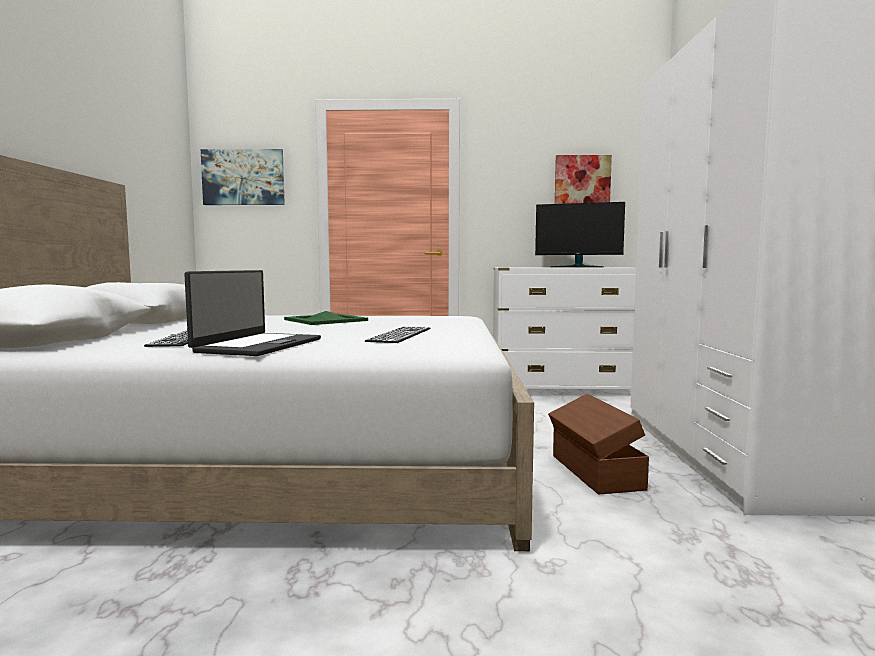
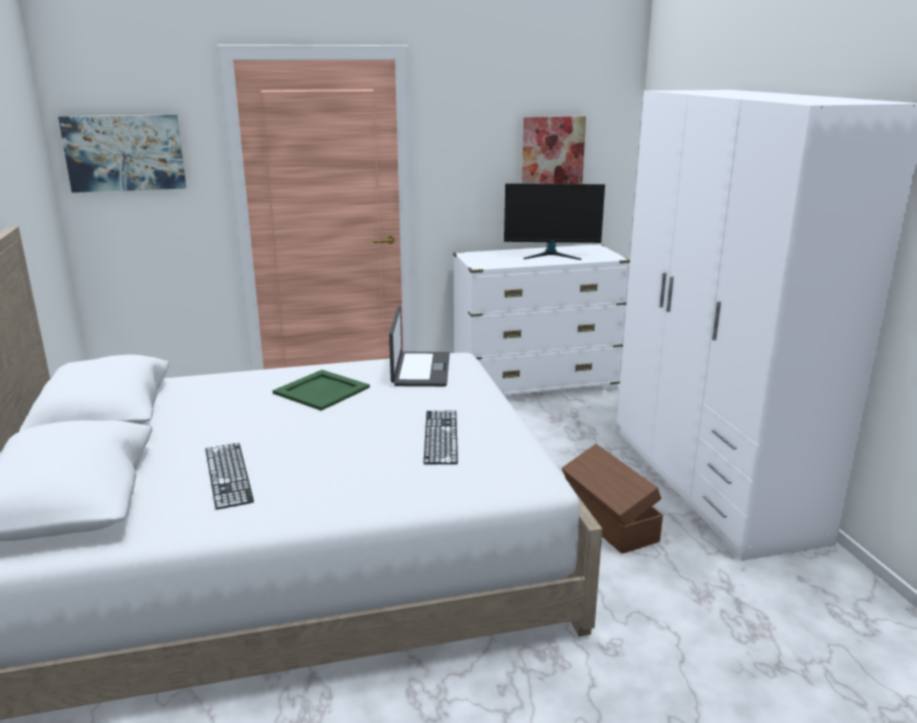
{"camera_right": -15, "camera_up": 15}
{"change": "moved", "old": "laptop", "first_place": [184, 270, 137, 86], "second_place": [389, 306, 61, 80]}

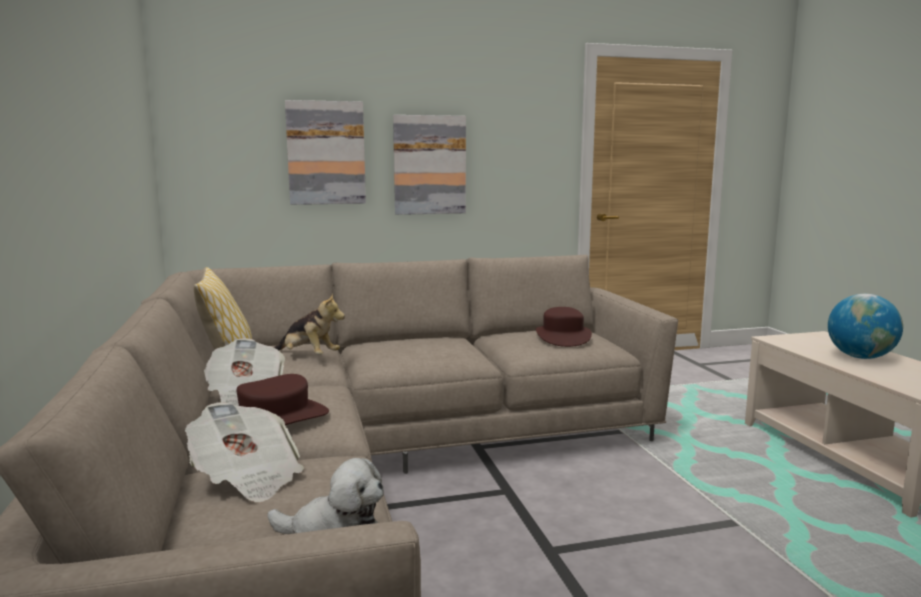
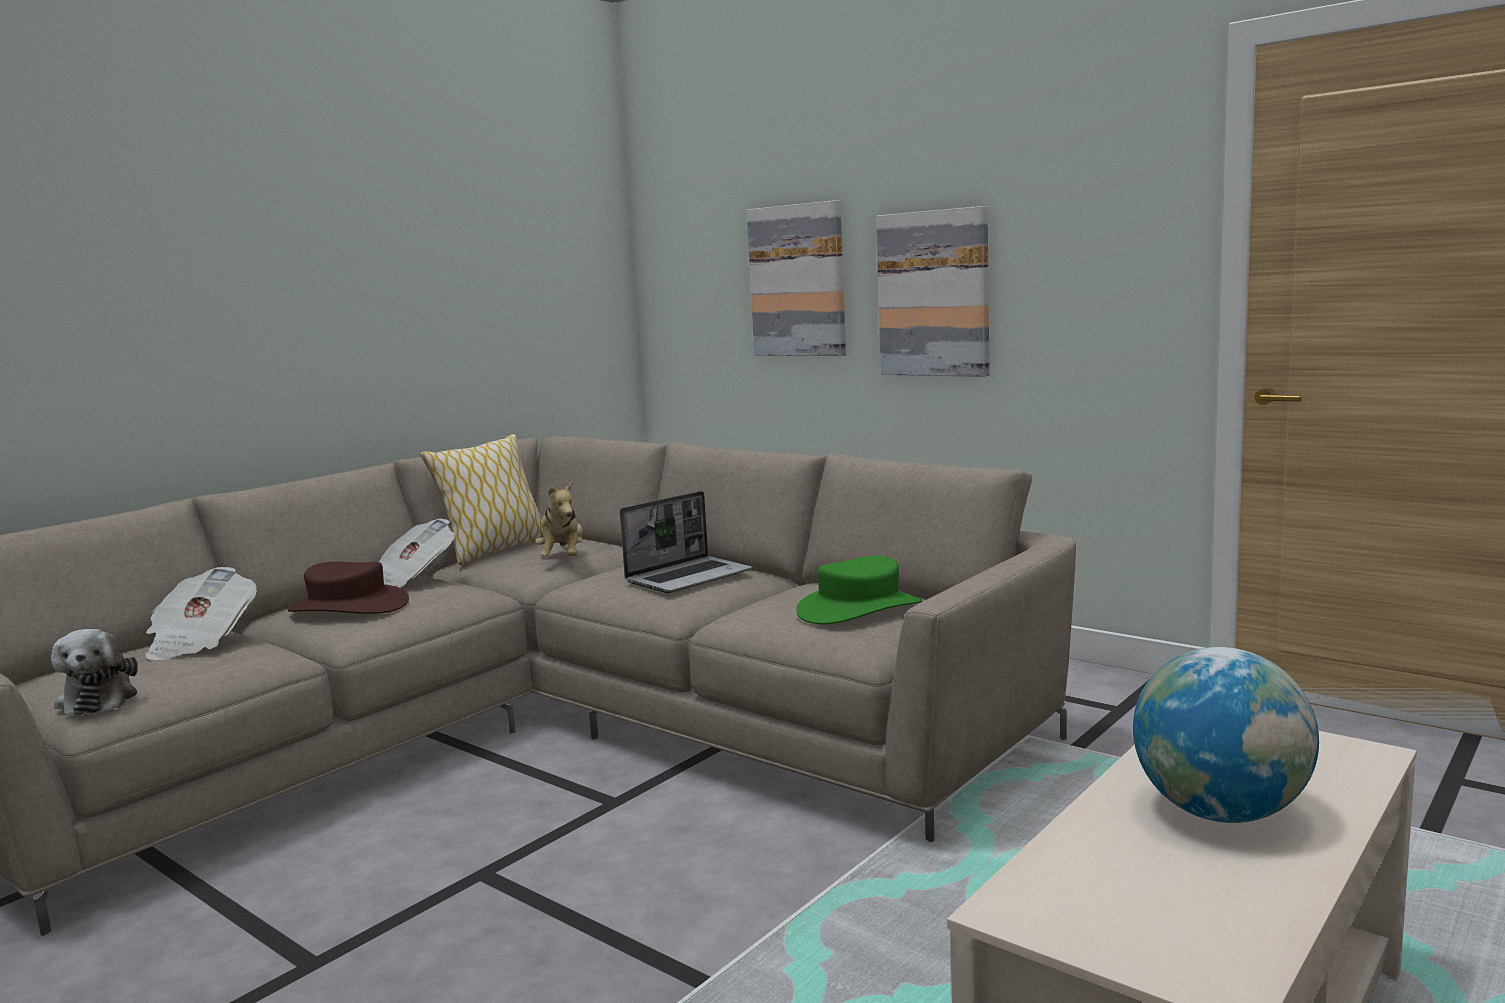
{"camera_right": 55, "camera_up": 0}
{"change": "recoloured", "old": "brown hat", "new": "green hat", "first_place": [536, 307, 56, 40], "second_place": [796, 556, 126, 68]}
{"change": "added", "new": "laptop", "second_place": [620, 491, 132, 102]}

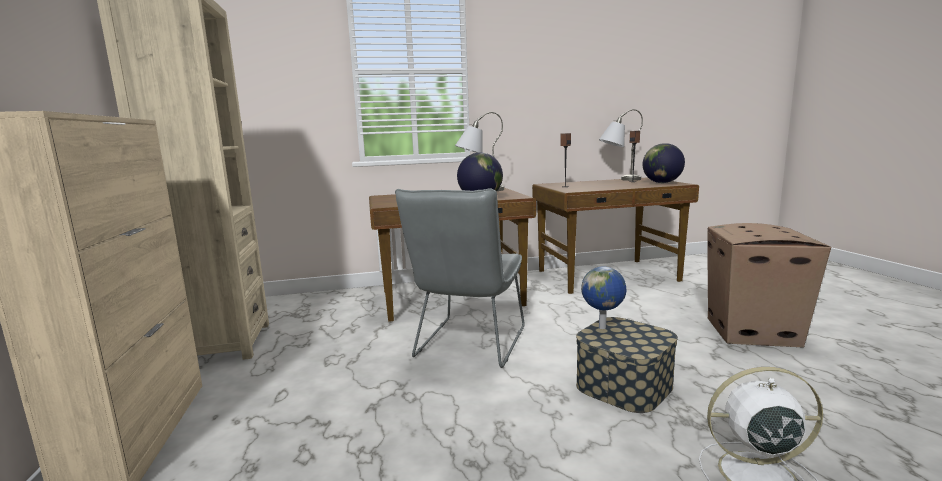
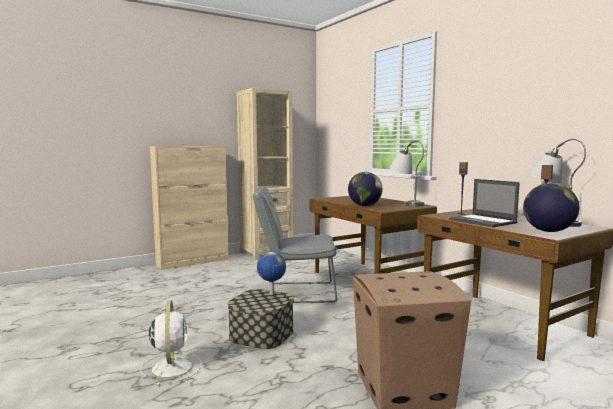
{"camera_right": 70, "camera_up": -5}
{"change": "added", "new": "laptop", "second_place": [449, 179, 71, 48]}

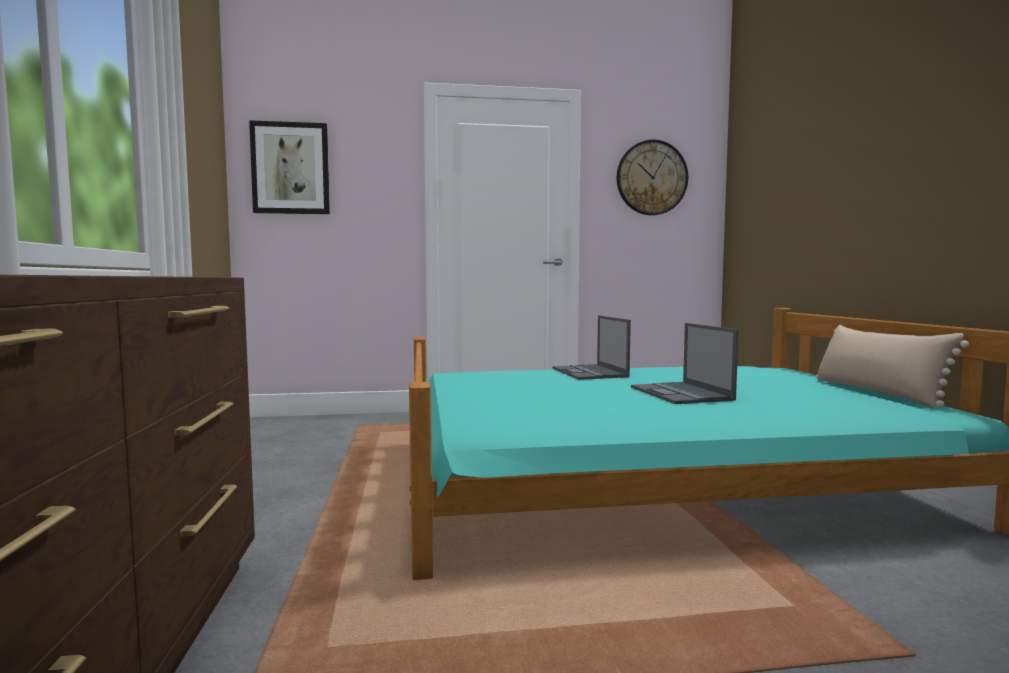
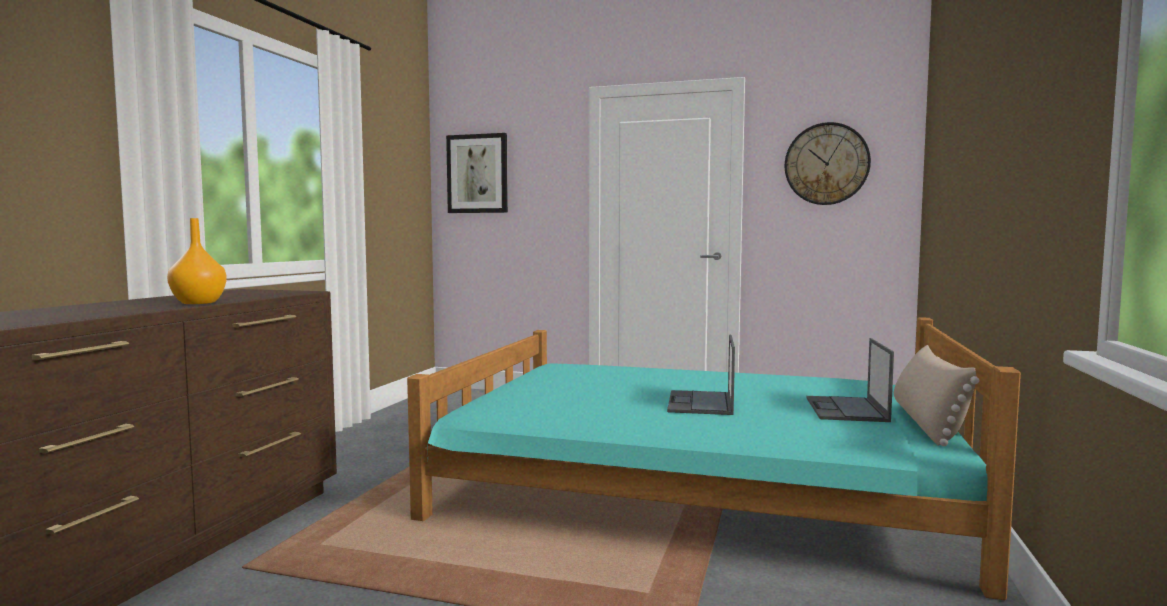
{"camera_right": 25, "camera_up": 0}
{"change": "moved", "old": "laptop", "first_place": [553, 315, 78, 65], "second_place": [806, 338, 88, 84]}
{"change": "added", "new": "orange vase", "second_place": [167, 218, 60, 86]}

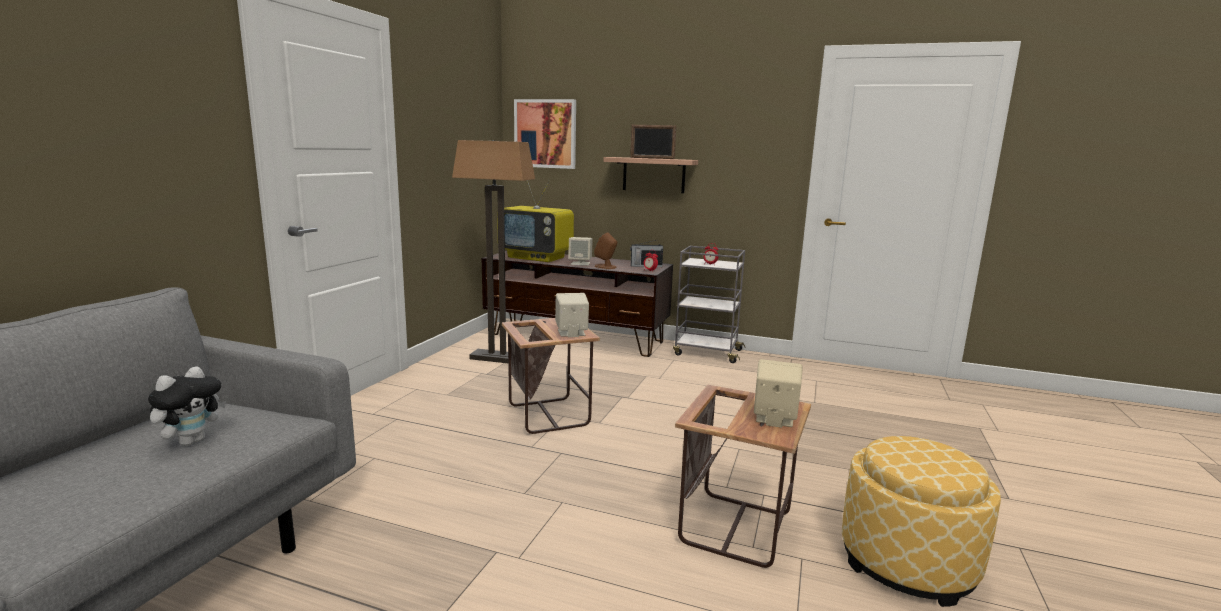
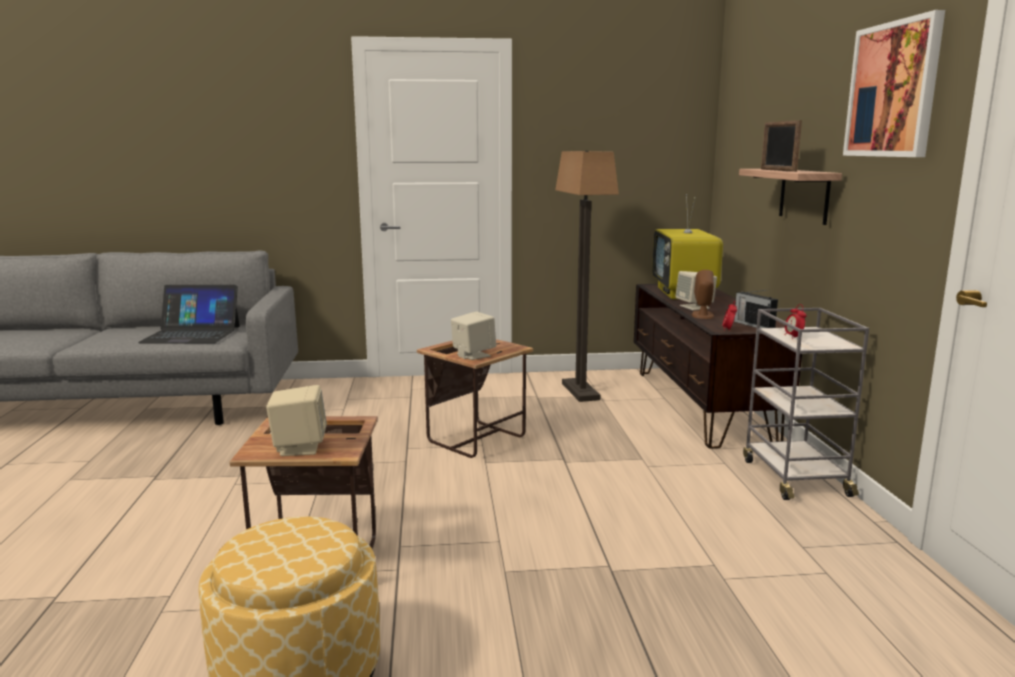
{"camera_right": 65, "camera_up": 0}
{"change": "replaced", "old": "plush toy", "new": "laptop", "first_place": [148, 366, 78, 80], "second_place": [138, 285, 102, 59]}
{"change": "moved", "old": "picture", "first_place": [514, 99, 62, 70], "second_place": [843, 10, 102, 147]}

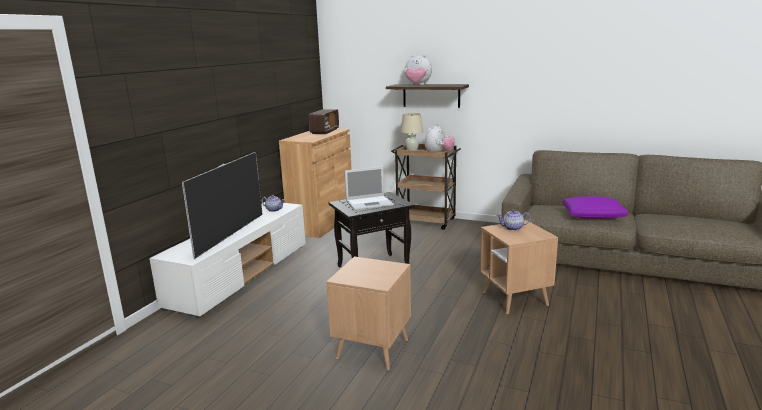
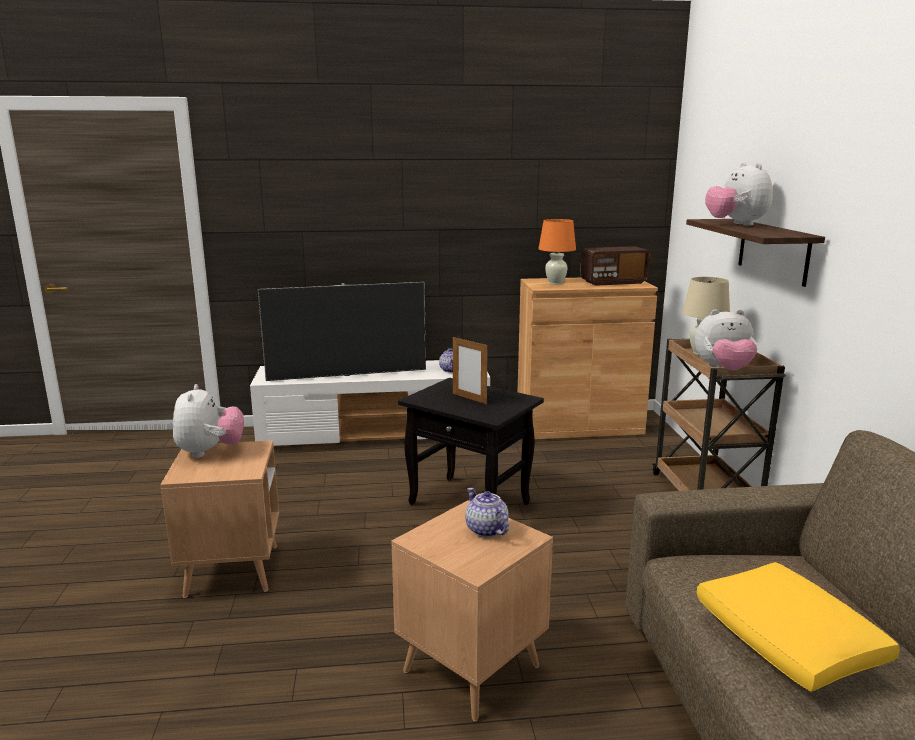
{"camera_right": 60, "camera_up": 0}
{"change": "replaced", "old": "laptop", "new": "picture frame", "first_place": [345, 167, 49, 44], "second_place": [453, 336, 35, 68]}
{"change": "recoloured", "old": "purple pillow", "new": "yellow pillow", "first_place": [563, 196, 65, 23], "second_place": [697, 562, 203, 130]}
{"change": "added", "new": "plush toy", "second_place": [173, 384, 71, 74]}
{"change": "added", "new": "orange table lamp", "second_place": [538, 219, 38, 65]}

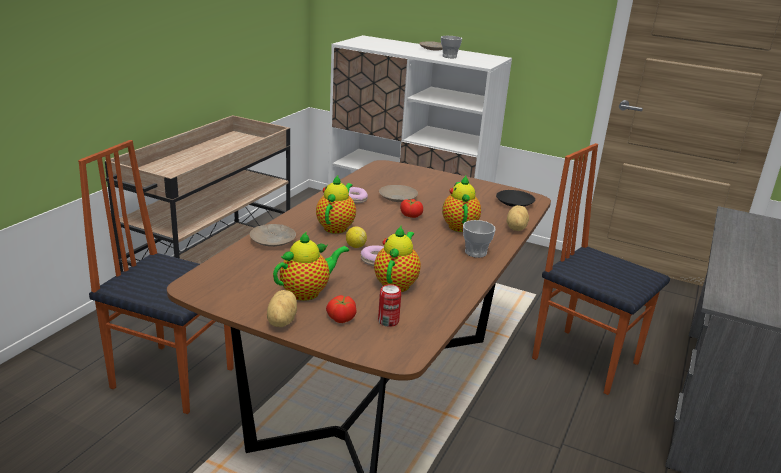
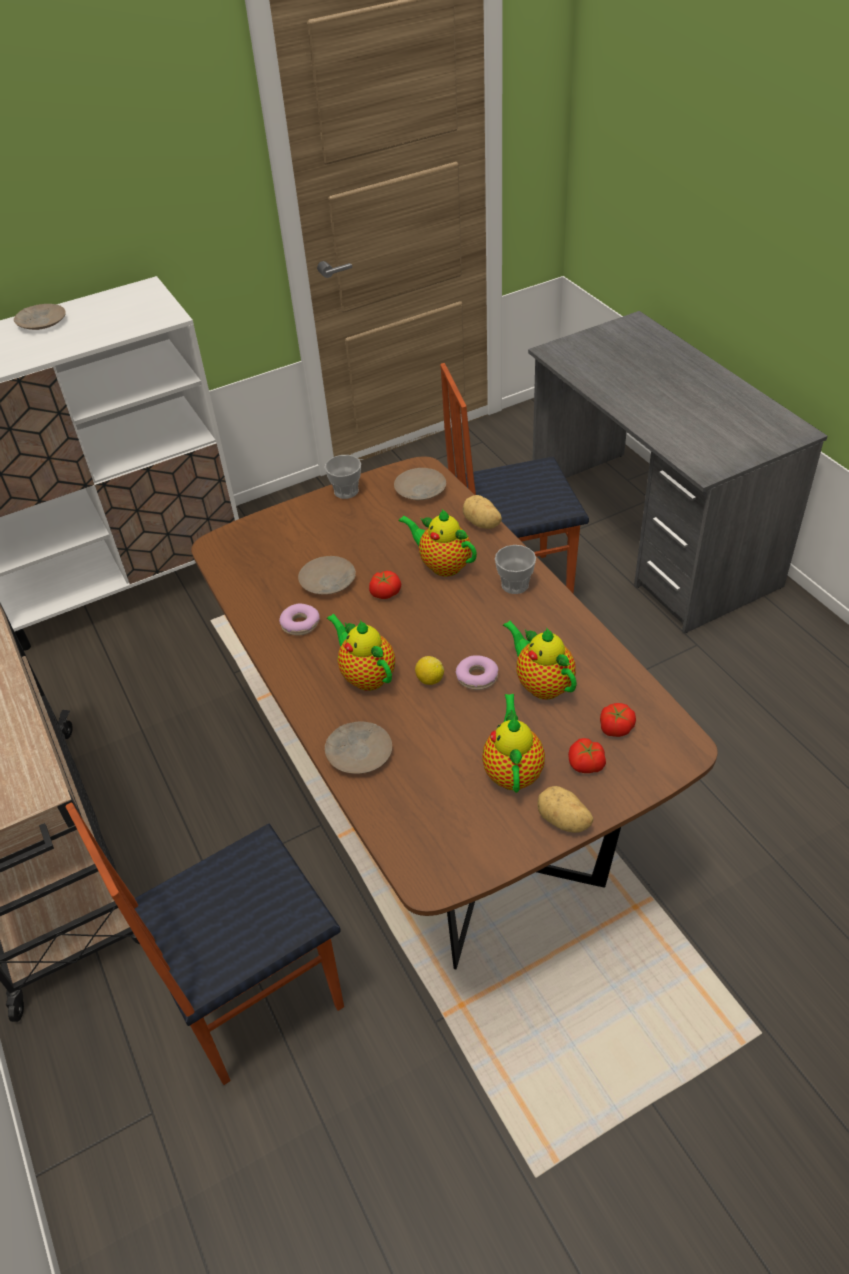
{"camera_right": -50, "camera_up": 20}
{"change": "replaced", "old": "can", "new": "tomato", "first_place": [378, 284, 23, 43], "second_place": [600, 703, 36, 34]}
{"change": "moved", "old": "cup", "first_place": [441, 36, 21, 22], "second_place": [325, 455, 36, 44]}
{"change": "recoloured", "old": "black plate", "new": "beige plate", "first_place": [496, 190, 39, 17], "second_place": [394, 468, 52, 32]}

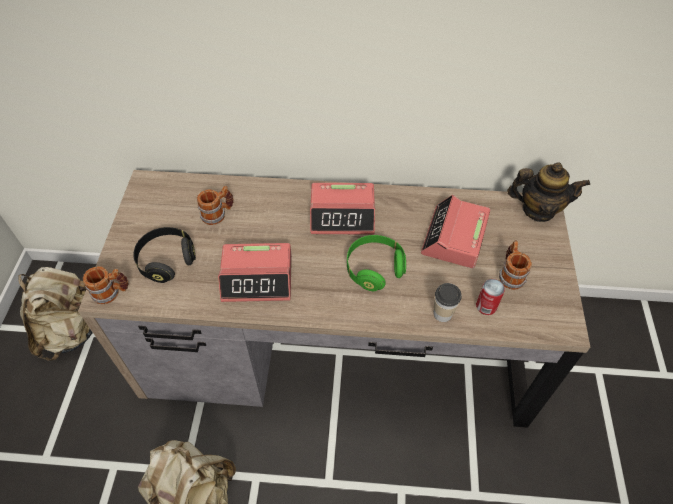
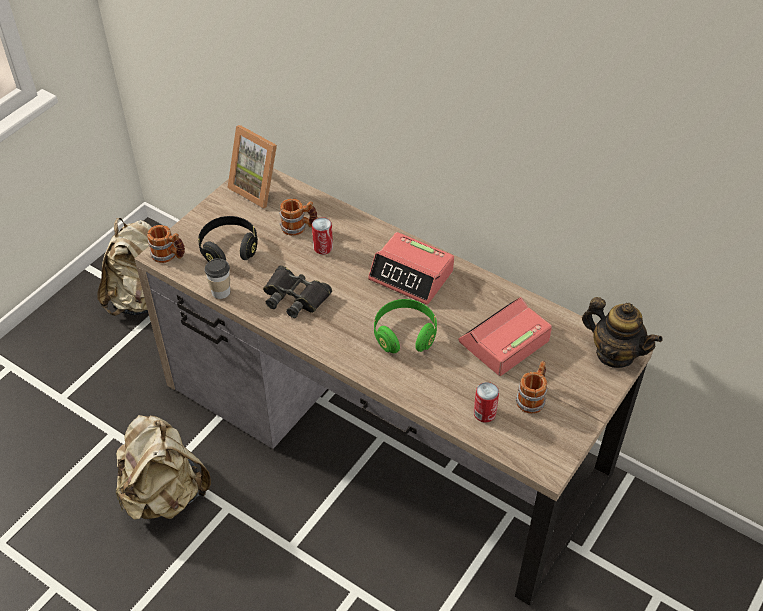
{"camera_right": 30, "camera_up": -5}
{"change": "replaced", "old": "alarm clock", "new": "black binoculars", "first_place": [218, 243, 74, 59], "second_place": [263, 265, 69, 53]}
{"change": "moved", "old": "cup", "first_place": [434, 283, 28, 39], "second_place": [205, 258, 25, 41]}
{"change": "added", "new": "picture frame", "second_place": [228, 125, 49, 83]}
{"change": "added", "new": "can", "second_place": [312, 217, 21, 37]}

